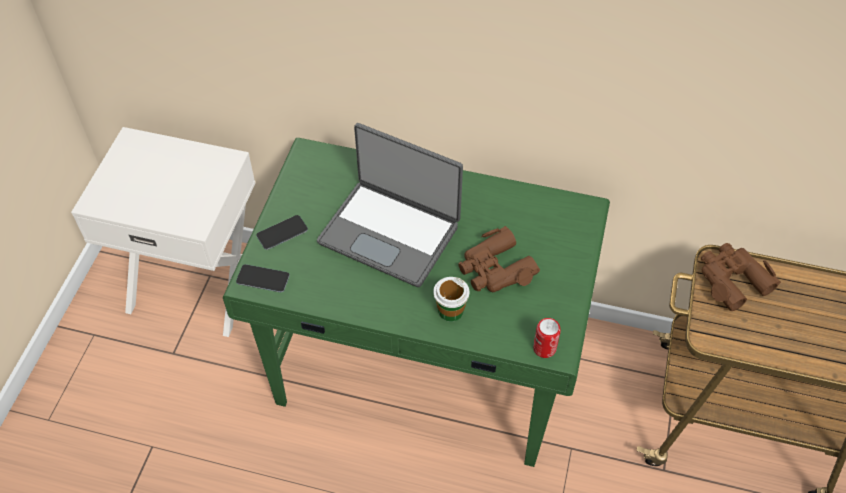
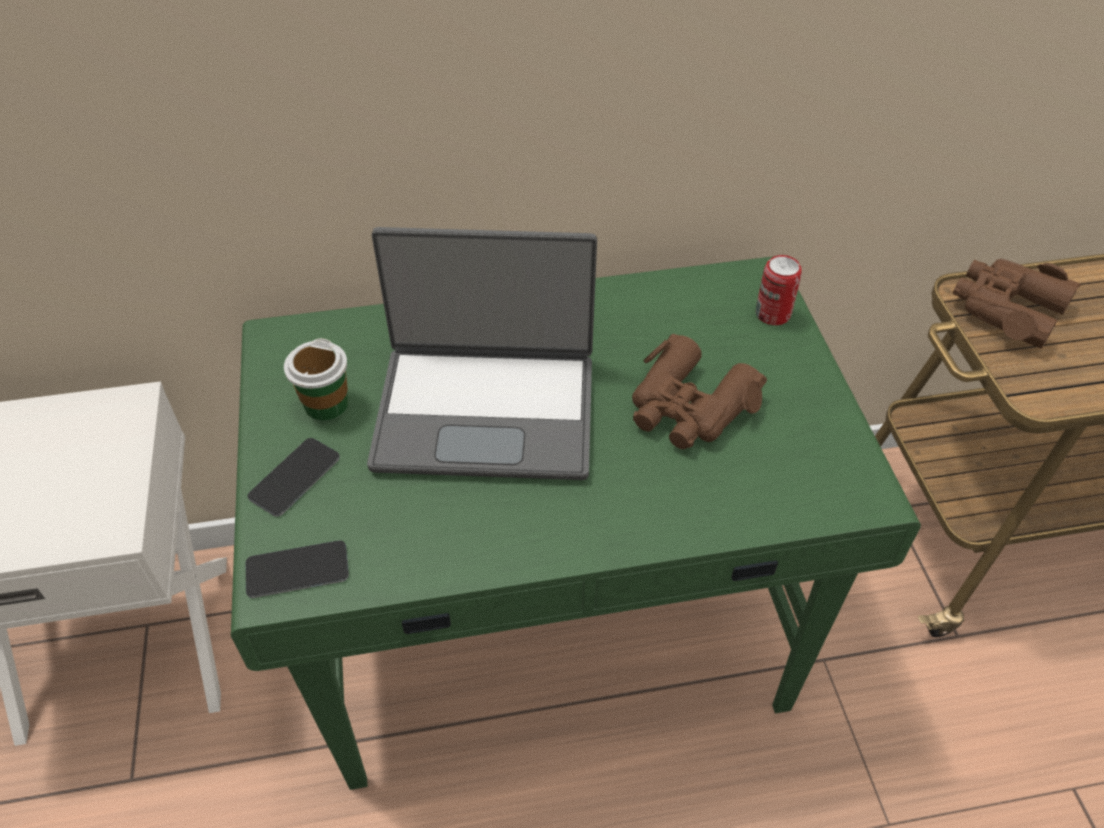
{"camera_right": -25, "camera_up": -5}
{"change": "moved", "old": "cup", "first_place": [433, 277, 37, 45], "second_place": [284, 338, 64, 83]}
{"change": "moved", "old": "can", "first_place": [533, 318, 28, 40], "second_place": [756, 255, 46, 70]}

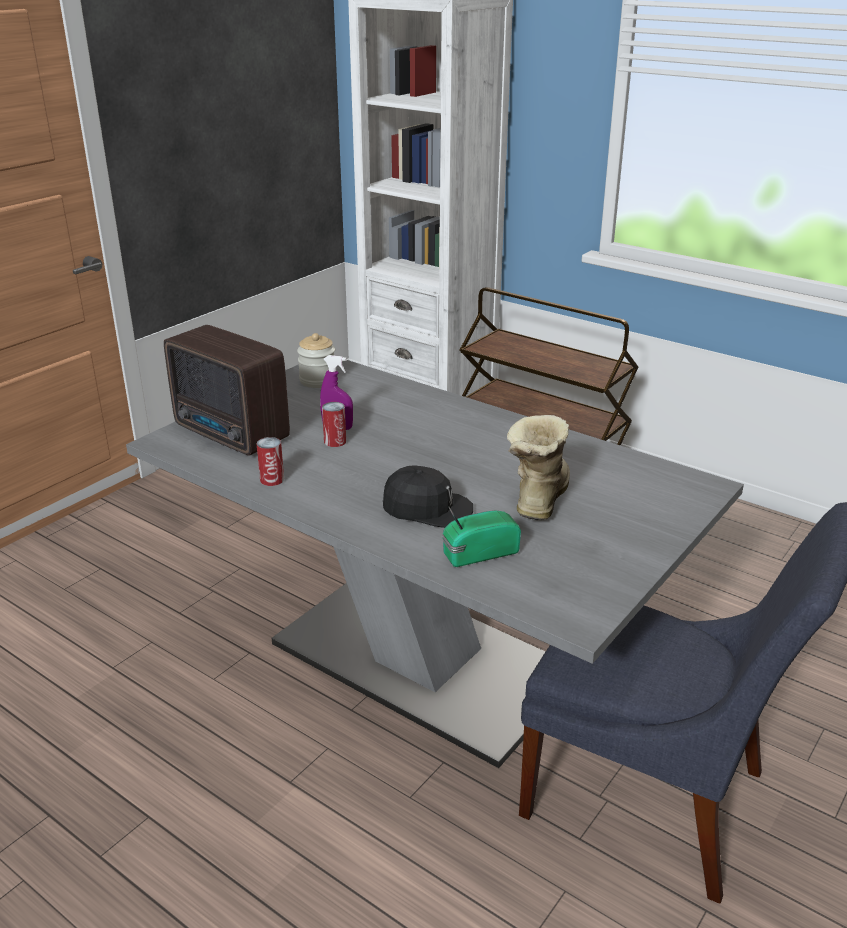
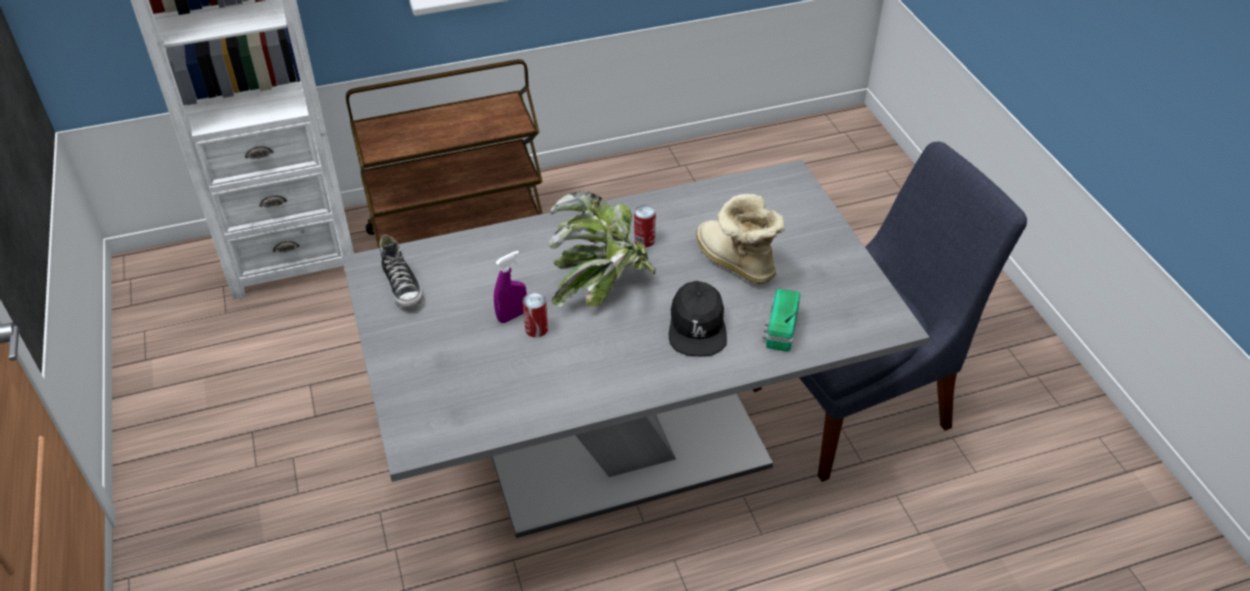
{"camera_right": -55, "camera_up": 15}
{"change": "removed", "old": "radio", "first_place": [164, 325, 126, 131]}
{"change": "moved", "old": "can", "first_place": [257, 437, 27, 49], "second_place": [634, 205, 22, 42]}
{"change": "replaced", "old": "jar", "new": "shoe", "first_place": [297, 333, 38, 55], "second_place": [379, 235, 44, 73]}
{"change": "turned", "old": "black cap", "first_place": [383, 465, 90, 63], "second_place": [668, 281, 59, 76], "degrees": 135}
{"change": "added", "new": "potted plant", "second_place": [549, 191, 107, 116]}

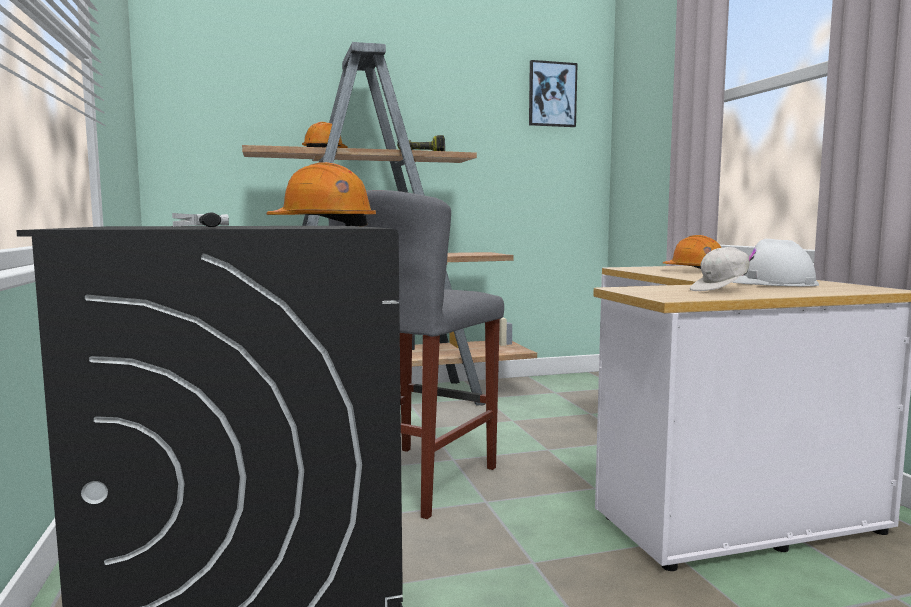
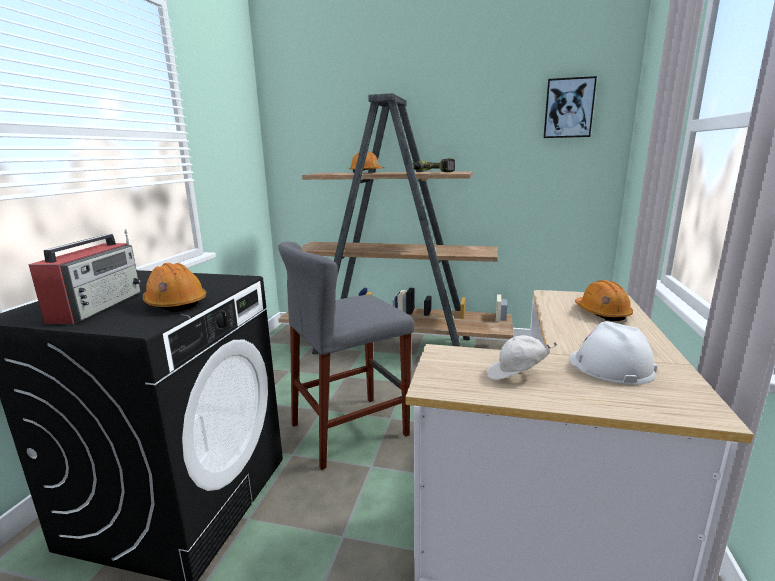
{"camera_right": 30, "camera_up": 10}
{"change": "replaced", "old": "hammer", "new": "radio", "first_place": [172, 213, 57, 14], "second_place": [28, 229, 113, 95]}

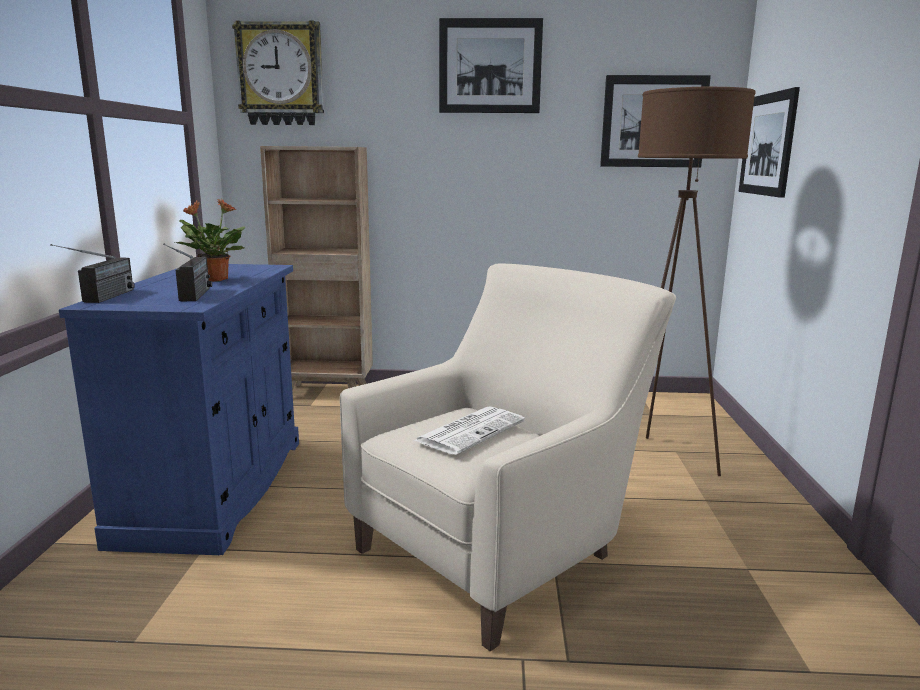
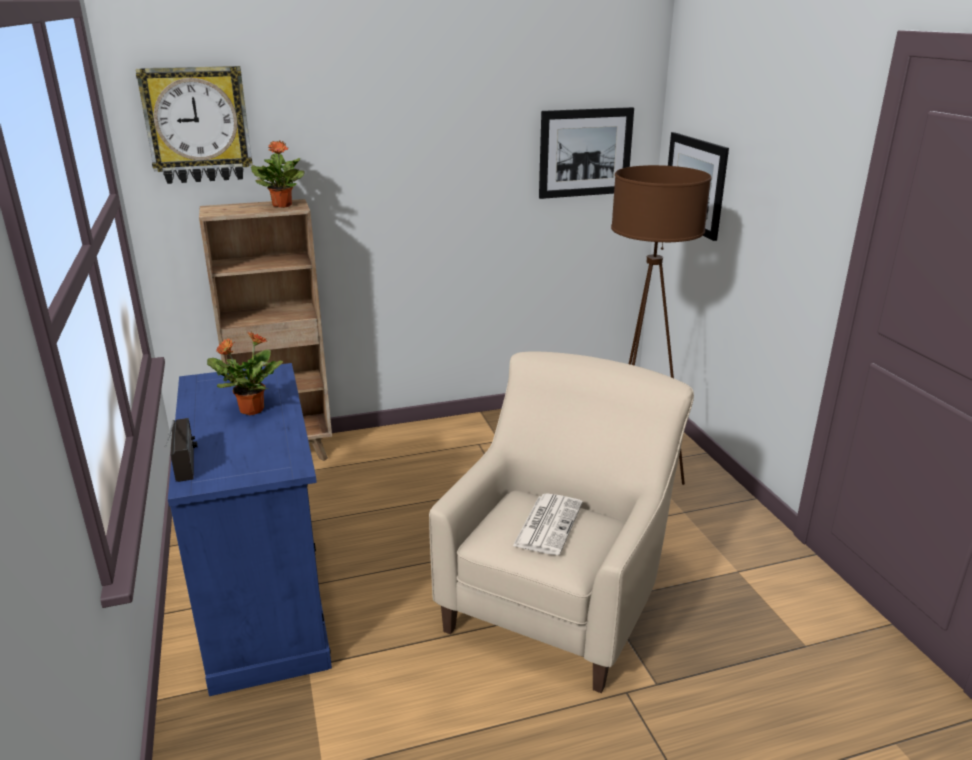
{"camera_right": -20, "camera_up": 10}
{"change": "removed", "old": "radio", "first_place": [163, 244, 49, 57]}
{"change": "removed", "old": "picture", "first_place": [439, 18, 104, 95]}
{"change": "added", "new": "potted plant", "second_place": [251, 140, 54, 68]}

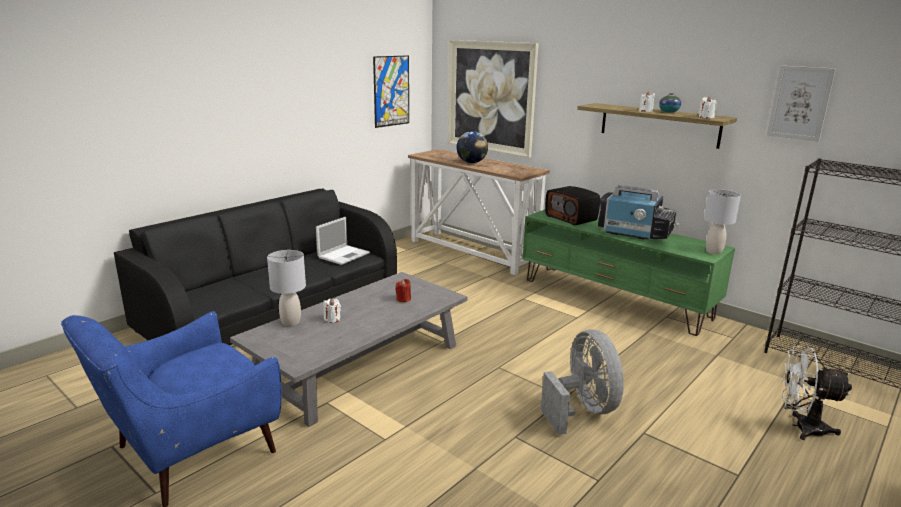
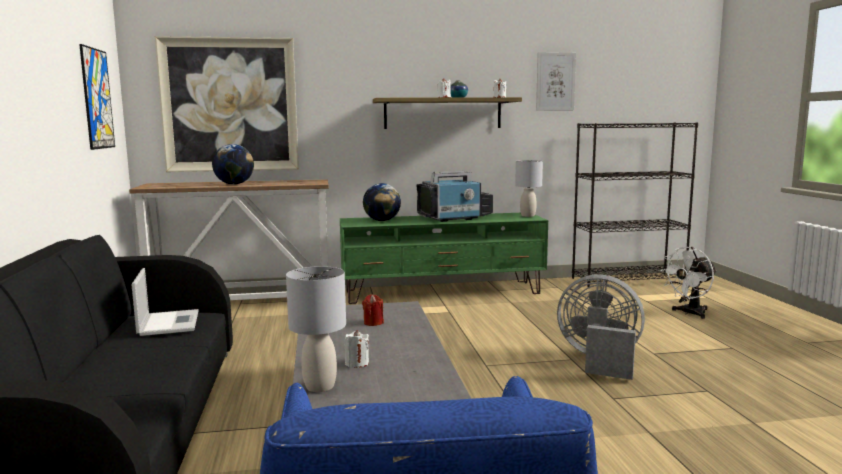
{"camera_right": -50, "camera_up": -10}
{"change": "replaced", "old": "radio", "new": "globe", "first_place": [545, 186, 55, 40], "second_place": [363, 183, 38, 38]}

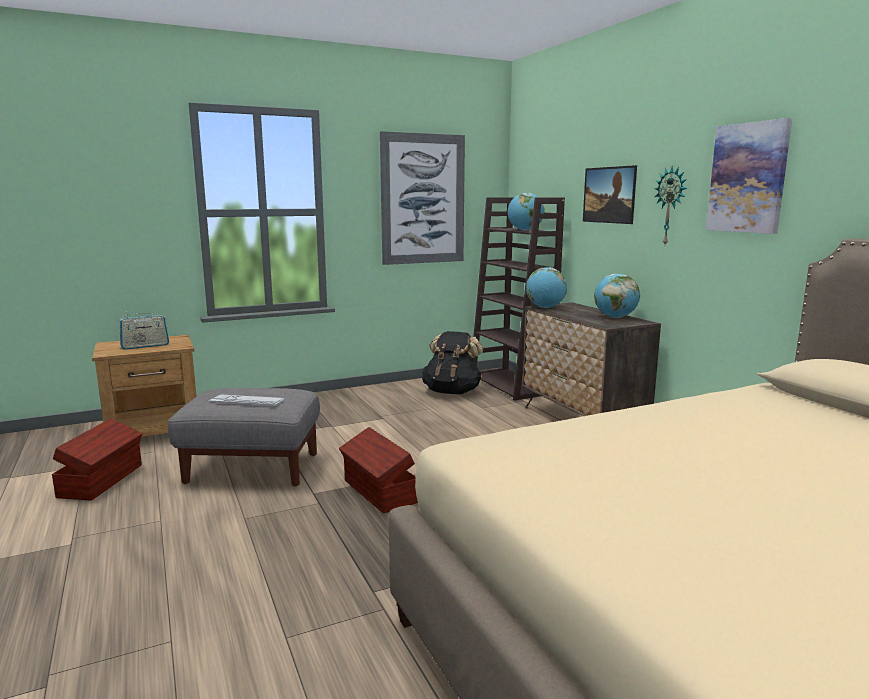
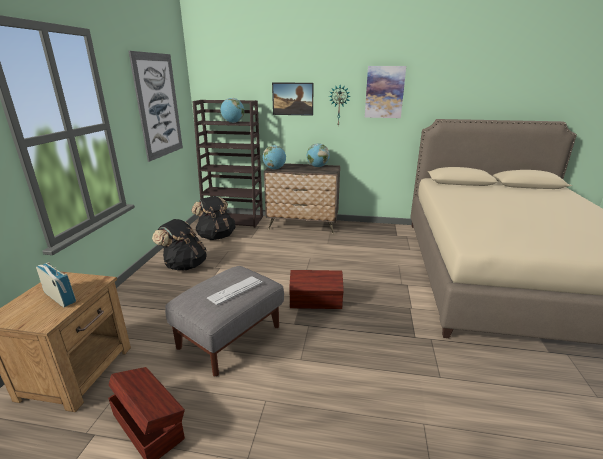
{"camera_right": -55, "camera_up": 10}
{"change": "turned", "old": "radio", "first_place": [118, 311, 51, 38], "second_place": [36, 262, 40, 45], "degrees": -60}
{"change": "added", "new": "black backpack", "second_place": [152, 219, 55, 51]}

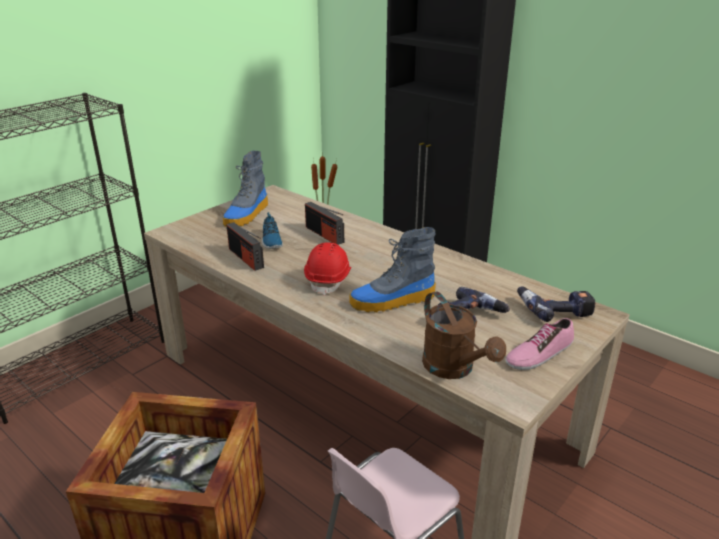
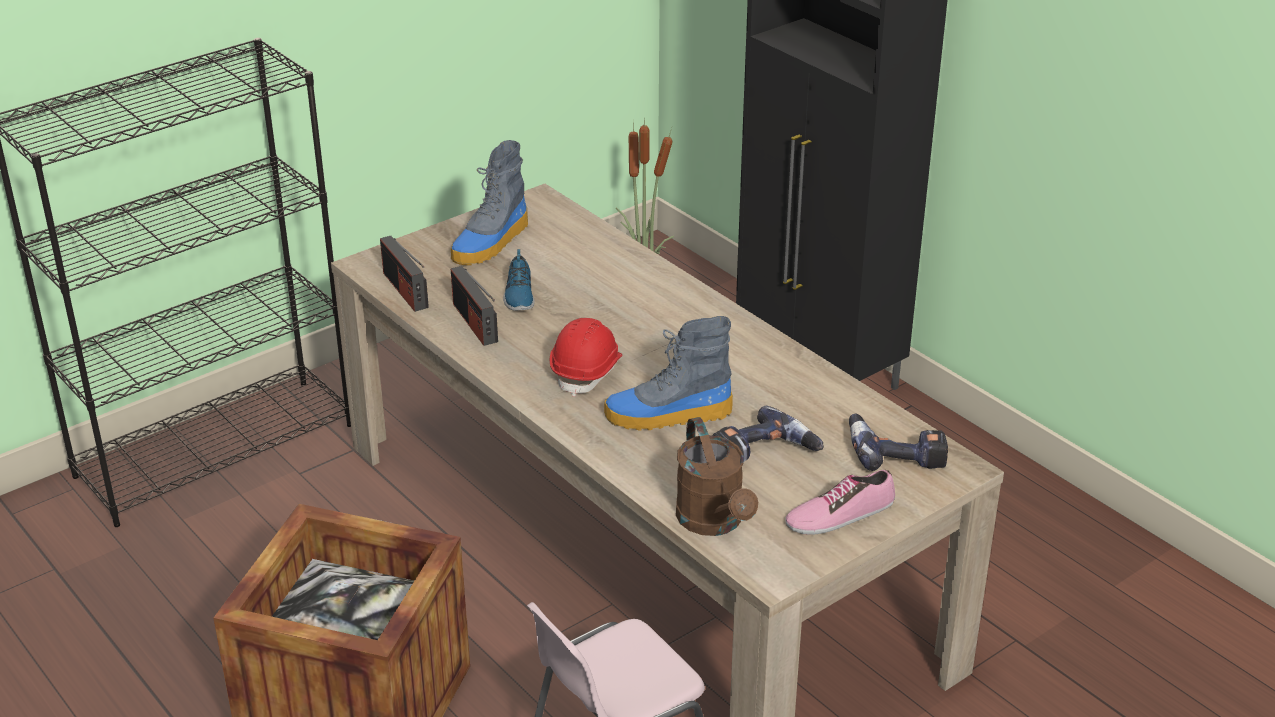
{"camera_right": 10, "camera_up": 5}
{"change": "moved", "old": "radio", "first_place": [305, 202, 39, 43], "second_place": [380, 236, 49, 76]}

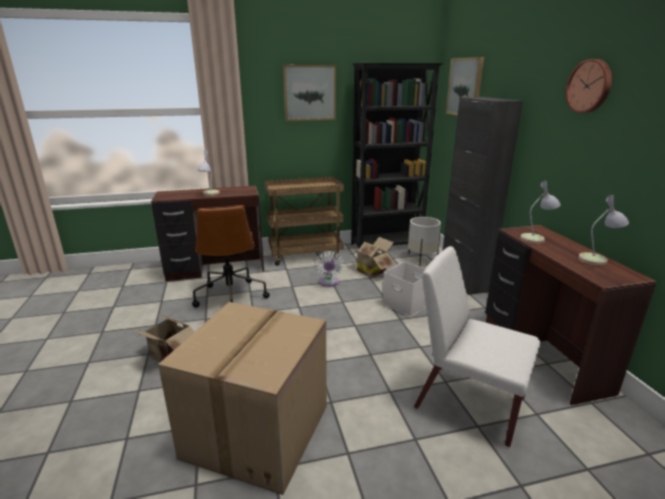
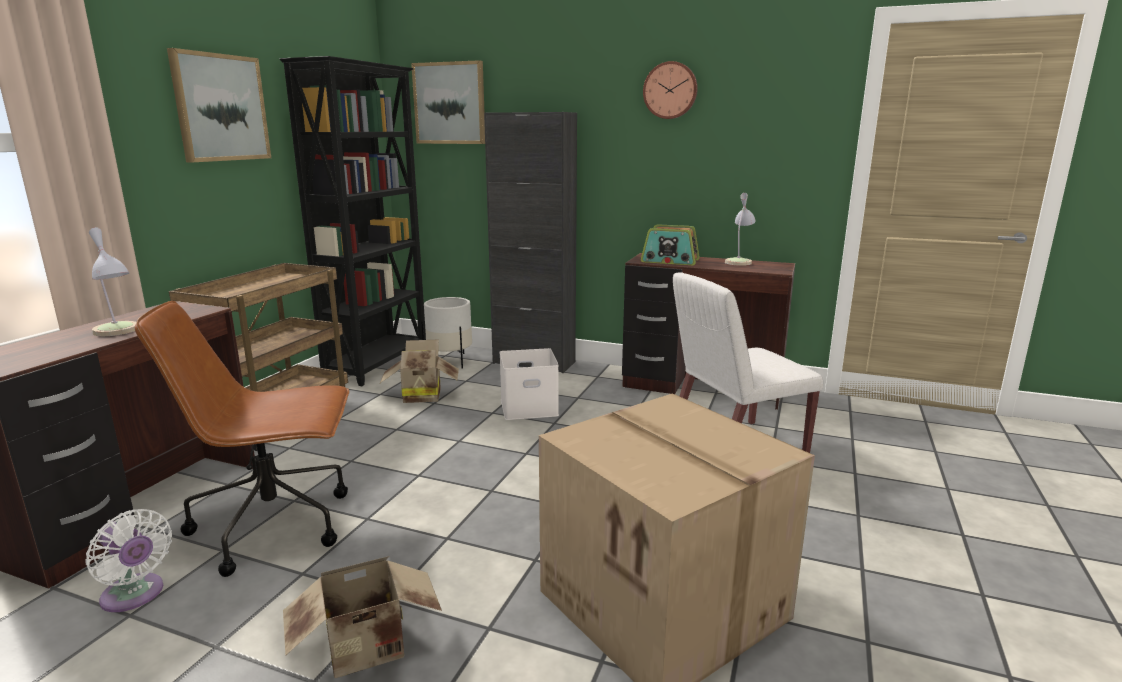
{"camera_right": -55, "camera_up": -5}
{"change": "turned", "old": "brown office chair", "first_place": [192, 205, 78, 102], "second_place": [135, 301, 214, 276], "degrees": 150}
{"change": "moved", "old": "white fan", "first_place": [315, 251, 28, 36], "second_place": [85, 509, 87, 103]}
{"change": "replaced", "old": "table lamp", "new": "radio", "first_place": [520, 181, 41, 62], "second_place": [641, 224, 59, 41]}

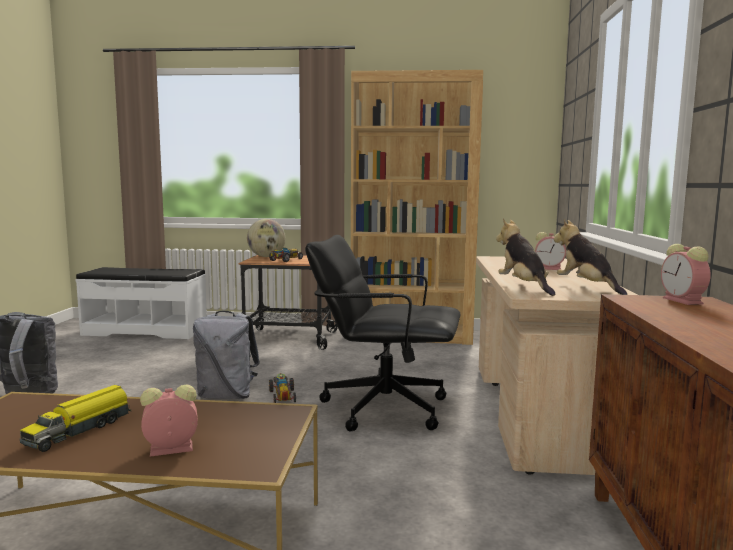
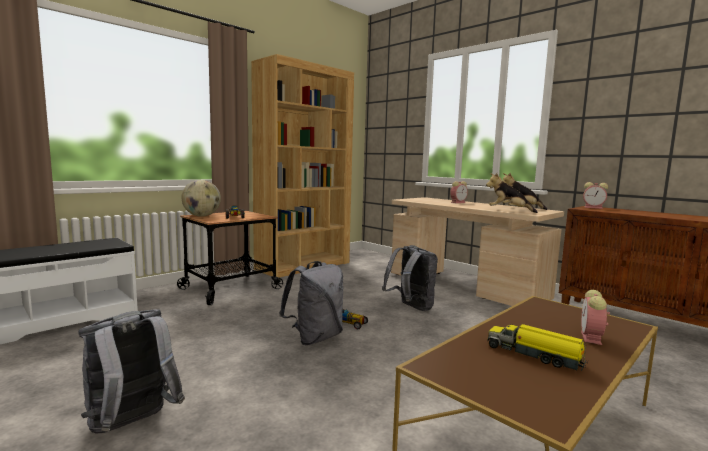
{"camera_right": -50, "camera_up": 0}
{"change": "turned", "old": "toy truck", "first_place": [20, 385, 111, 67], "second_place": [487, 324, 99, 47], "degrees": 150}
{"change": "replaced", "old": "black office chair", "new": "grey backpack", "first_place": [305, 235, 156, 196], "second_place": [382, 245, 56, 66]}

